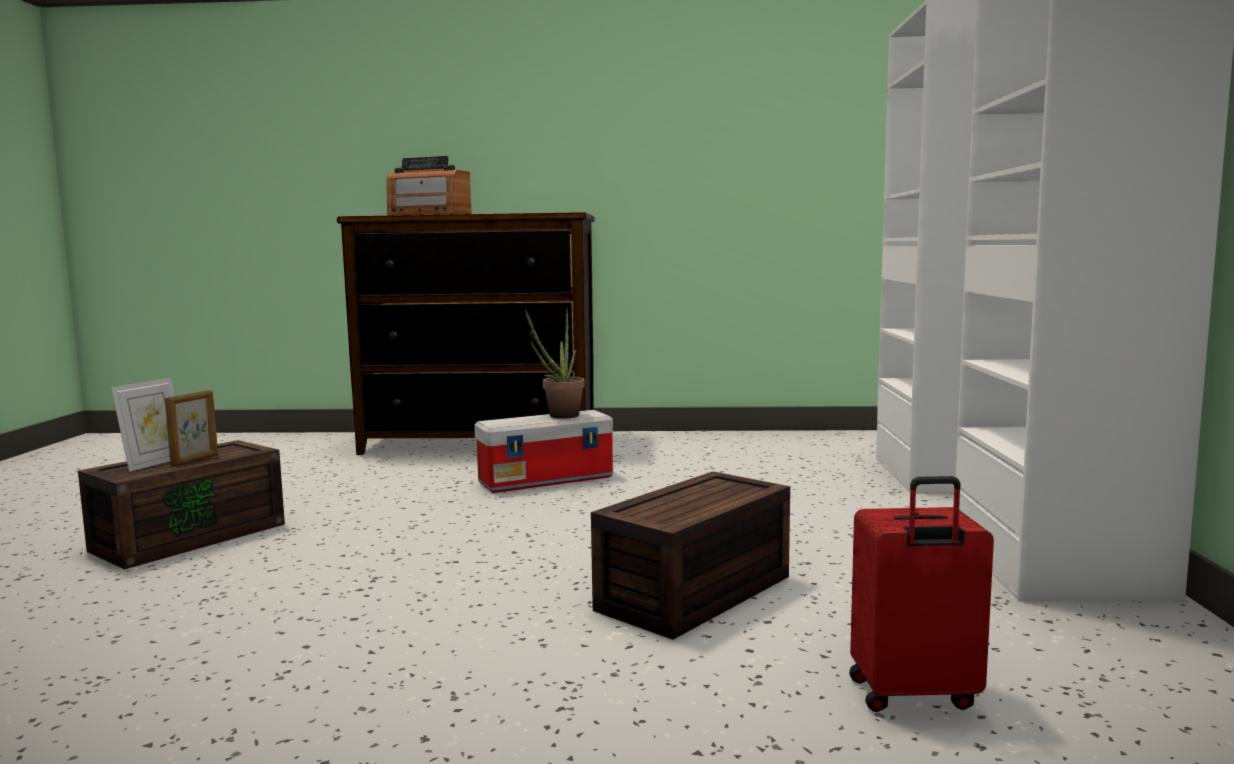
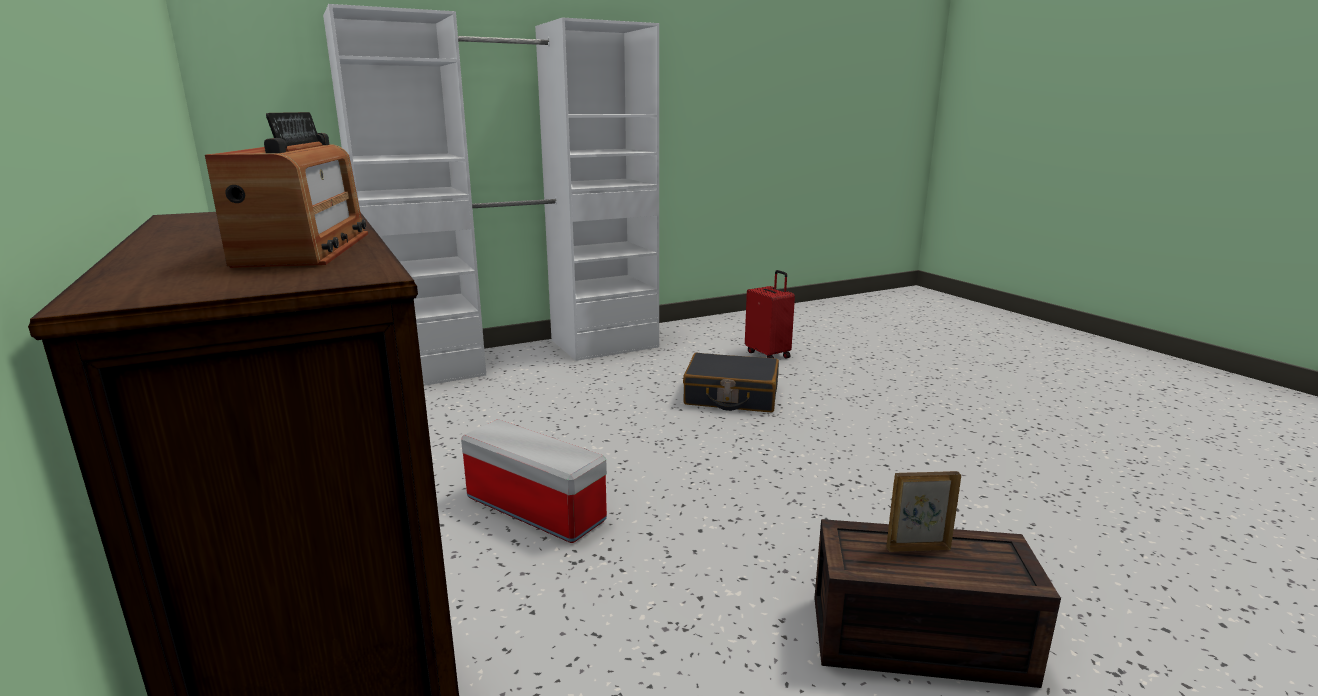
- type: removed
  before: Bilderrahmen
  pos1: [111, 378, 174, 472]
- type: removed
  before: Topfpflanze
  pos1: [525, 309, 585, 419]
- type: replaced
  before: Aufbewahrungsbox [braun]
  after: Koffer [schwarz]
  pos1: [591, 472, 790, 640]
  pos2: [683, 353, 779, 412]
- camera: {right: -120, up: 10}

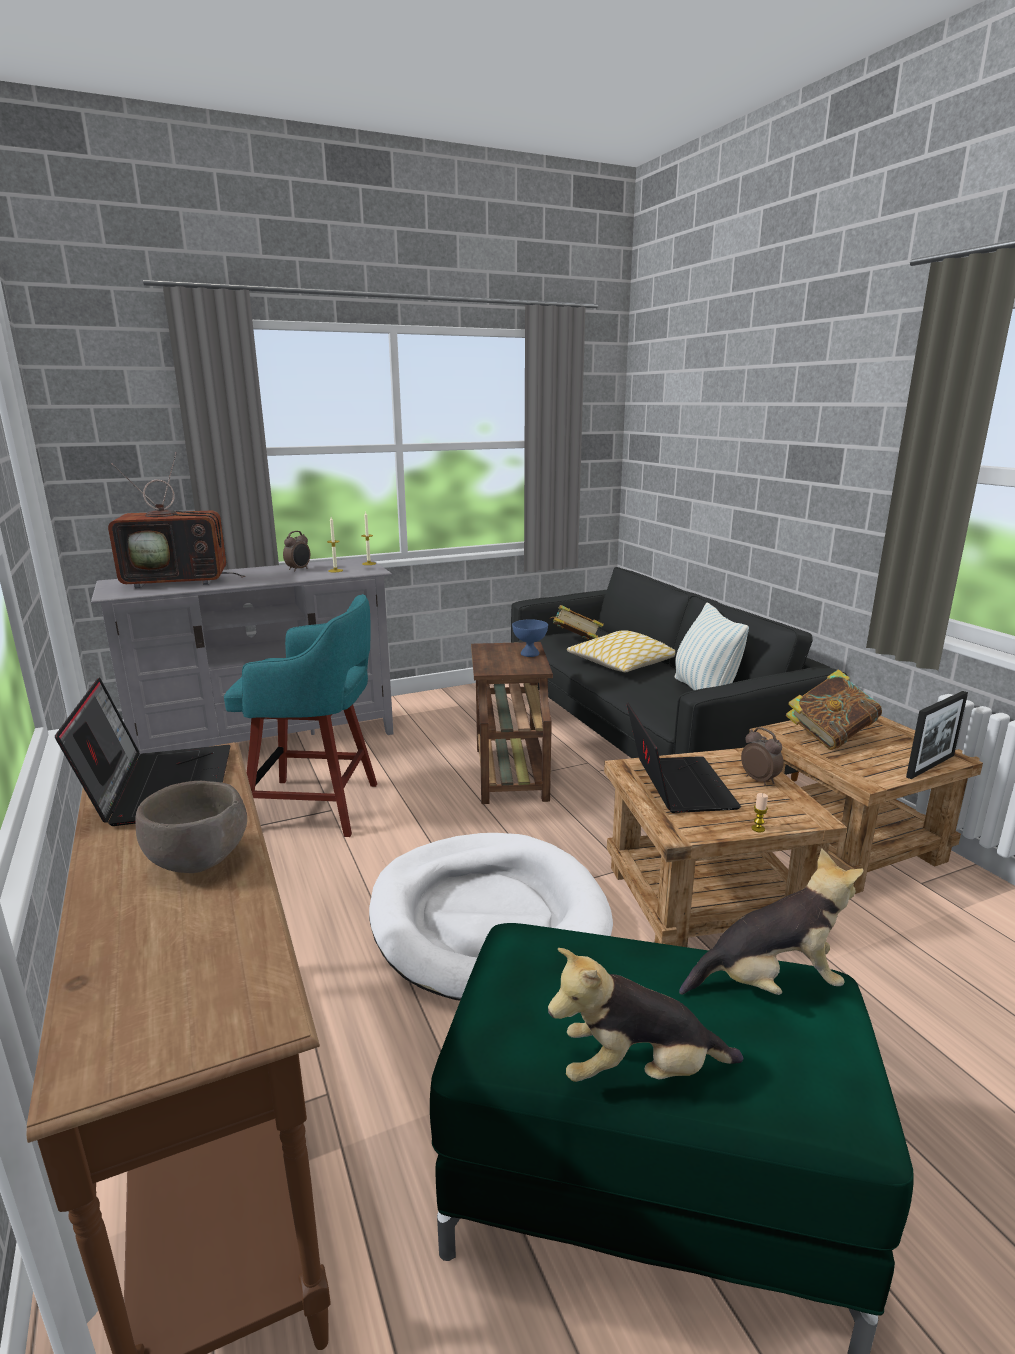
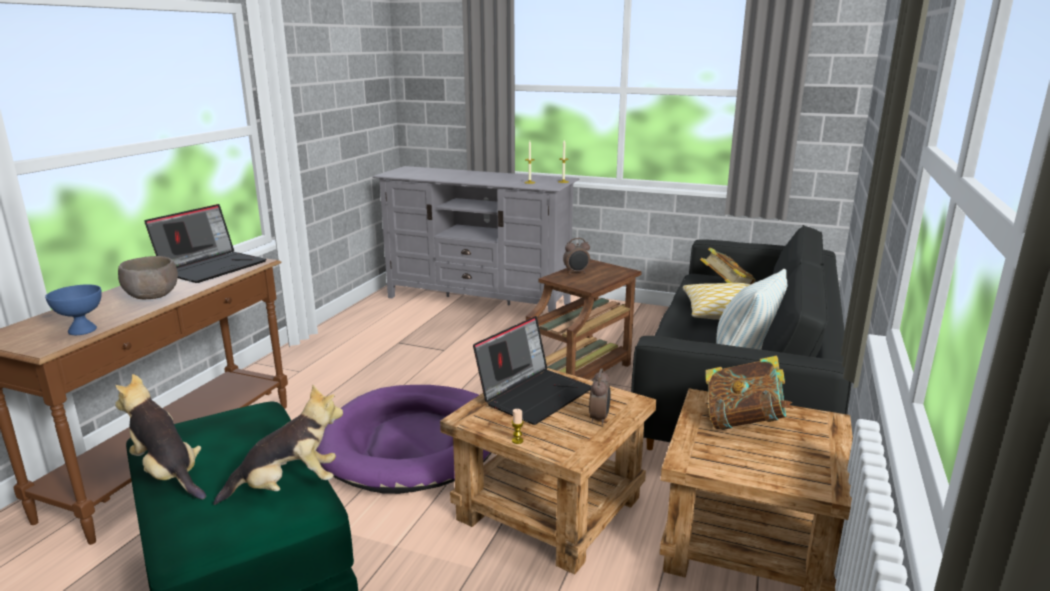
- type: removed
  before: Fernseher
  pos1: [108, 452, 245, 588]
- type: removed
  before: Hocker [türkis]
  pos1: [224, 594, 377, 837]
- type: removed
  before: Bilderrahmen
  pos1: [906, 691, 968, 779]
- type: moved
  before: Wecker
  pos1: [283, 531, 310, 571]
  pos2: [563, 238, 590, 274]
- type: moved
  before: Schüssel [blau]
  pos1: [512, 619, 548, 657]
  pos2: [45, 284, 102, 335]
- type: recoloured
  before: Hundebett [weiß]
  after: Hundebett [lila]
  pos1: [369, 833, 613, 1001]
  pos2: [316, 385, 491, 494]
- type: turned
  before: Plüschtier
  pos1: [679, 849, 863, 995]
  pos2: [213, 384, 343, 505]
  turn: -60
- camera: {right: 45, up: 0}

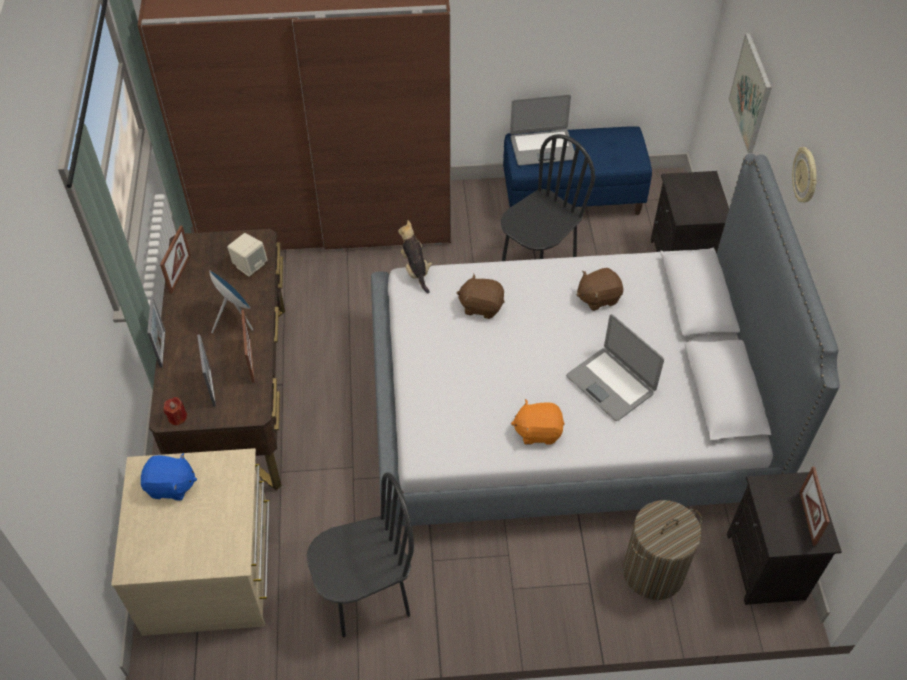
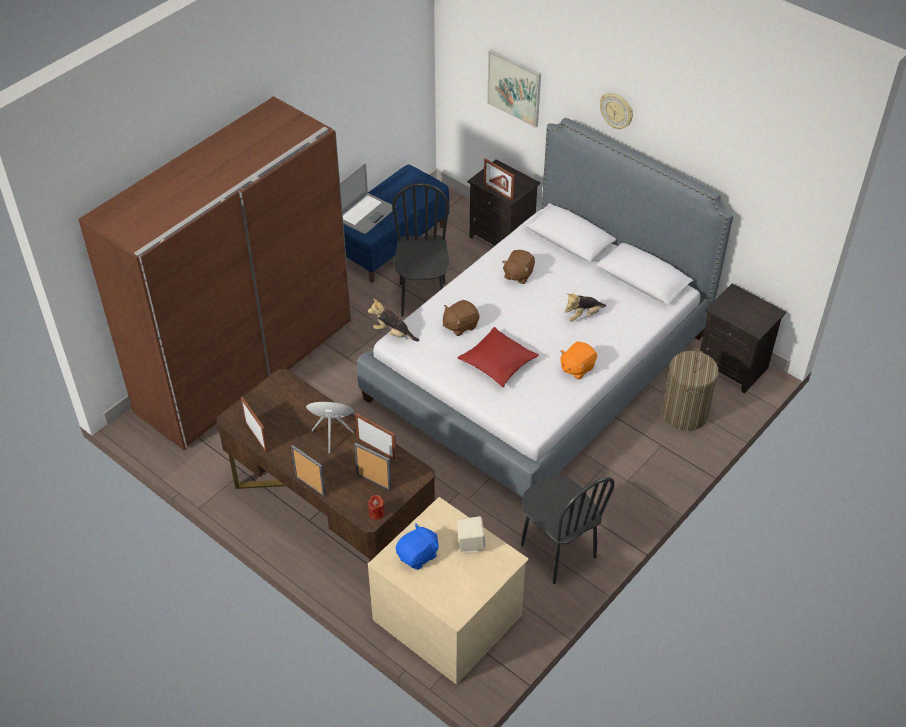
- type: added
  after: Kissen [rot]
  pos2: [458, 327, 539, 387]
- type: moved
  before: Lautsprecher [beige]
  pos1: [227, 233, 267, 277]
  pos2: [456, 516, 486, 554]
- type: moved
  before: Bilderrahmen
  pos1: [800, 466, 830, 546]
  pos2: [484, 158, 515, 201]
- type: replaced
  before: Laptop
  after: Plüschtier
  pos1: [566, 314, 664, 421]
  pos2: [565, 293, 606, 322]
- type: turned
  before: Stuhl [schwarz]
  pos1: [306, 472, 414, 638]
  pos2: [521, 475, 615, 584]
  turn: 120
- camera: {right: -45, up: -5}

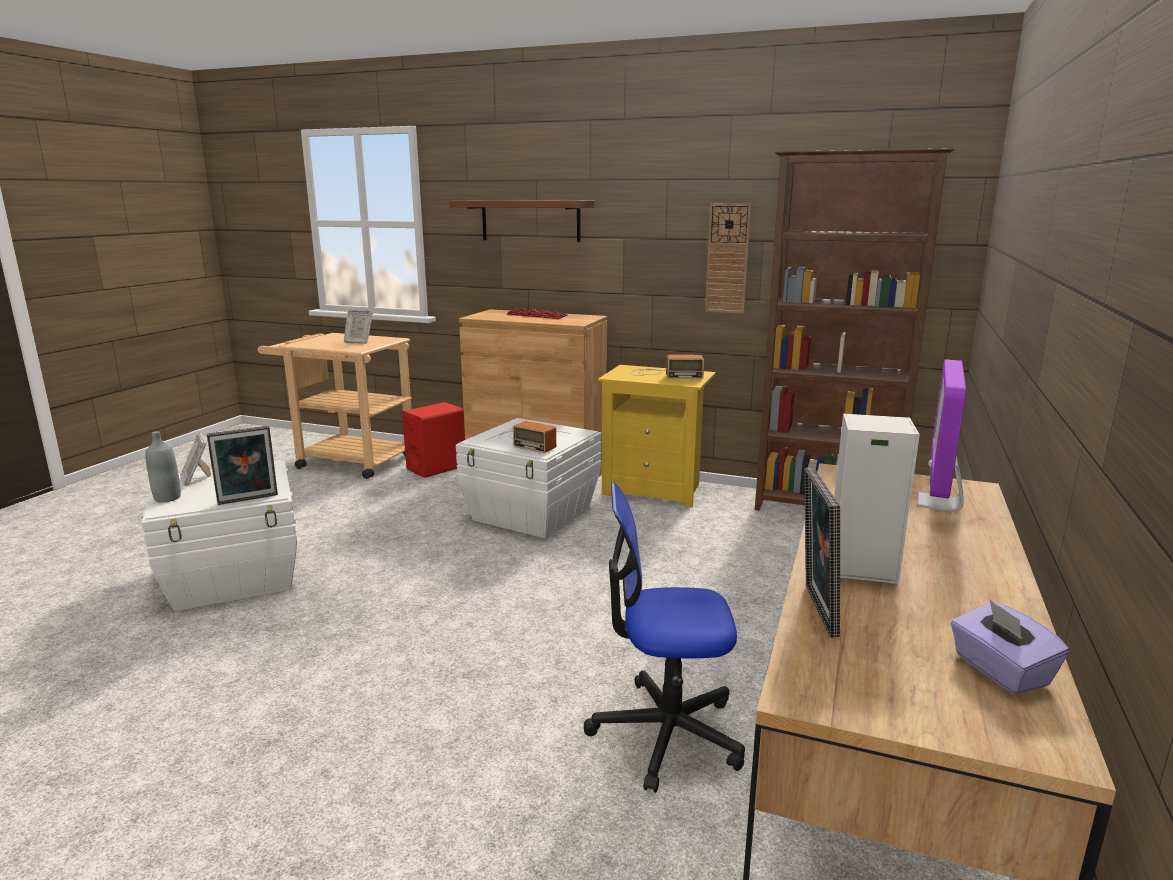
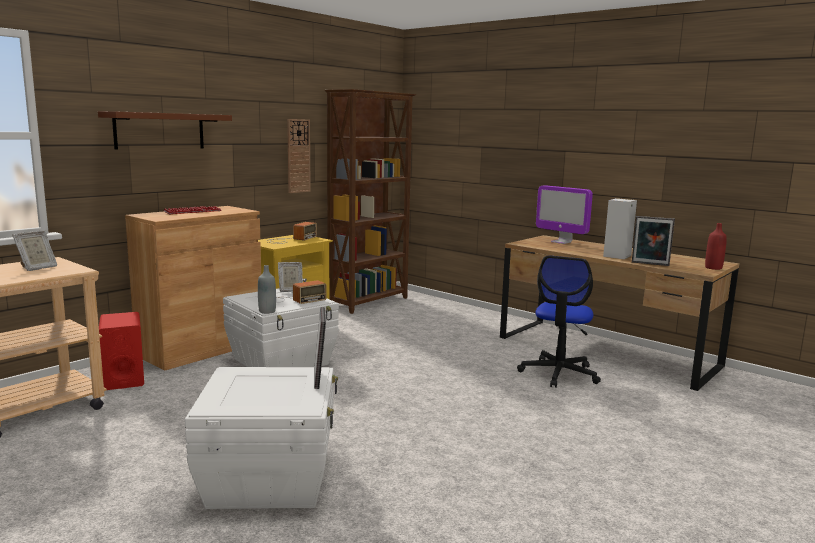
- type: removed
  before: Taschentuchbox [lila]
  pos1: [950, 599, 1069, 694]
- type: added
  after: Flasche [rot]
  pos2: [705, 223, 727, 270]
- type: moved
  before: Flasche [grau]
  pos1: [145, 431, 181, 503]
  pos2: [258, 265, 276, 314]
- type: moved
  before: Bilderrahmen
  pos1: [180, 433, 211, 486]
  pos2: [278, 262, 303, 292]
- camera: {right: -70, up: -5}

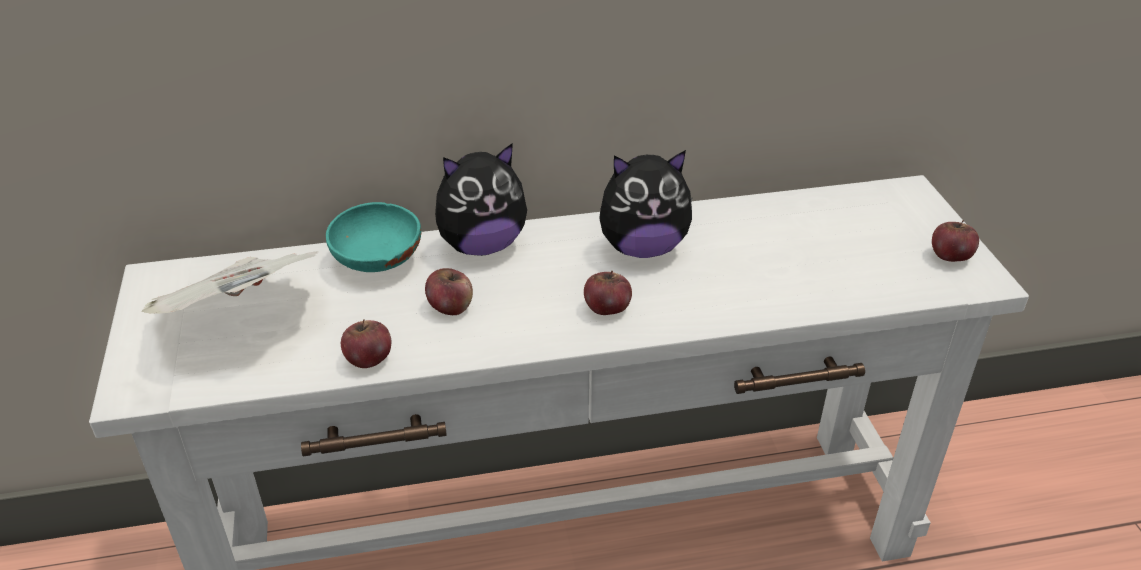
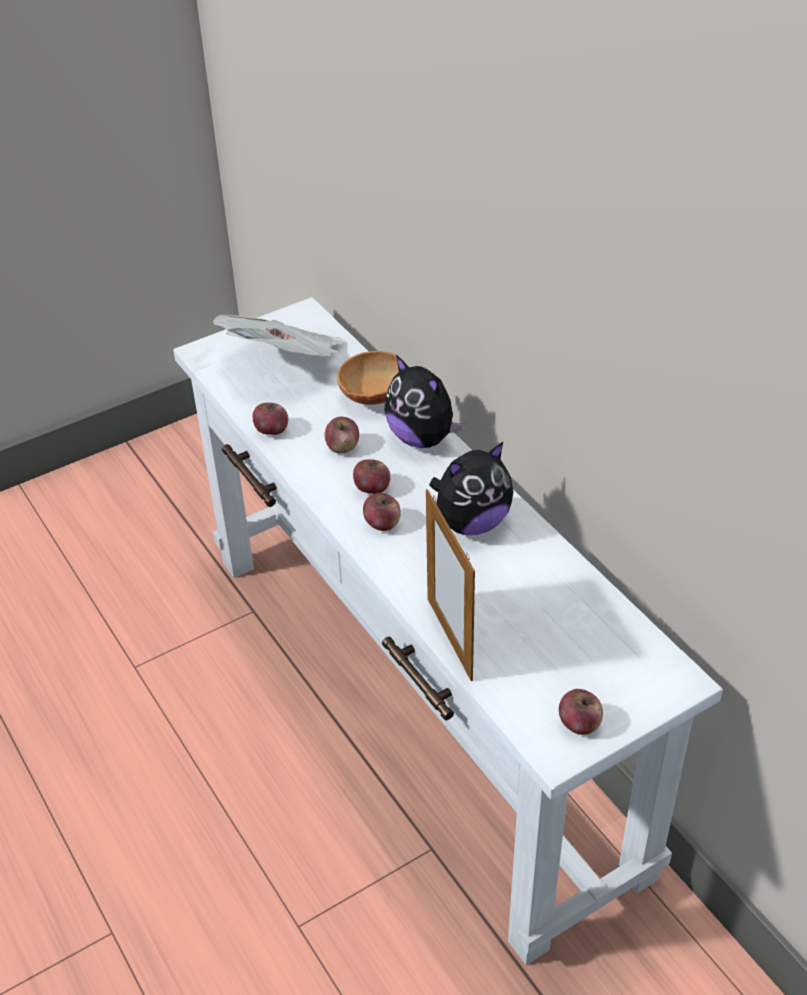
- type: added
  after: Apfel
  pos2: [353, 459, 391, 494]
- type: added
  after: Bilderrahmen
  pos2: [426, 489, 475, 681]
- type: recoloured
  before: Schüssel [türkis]
  after: Schüssel [braun]
  pos1: [326, 202, 421, 272]
  pos2: [337, 351, 399, 405]
- type: turned
  before: Plüschtier
  pos1: [599, 150, 693, 258]
  pos2: [429, 442, 513, 535]
  turn: -90
- camera: {right: 70, up: 5}

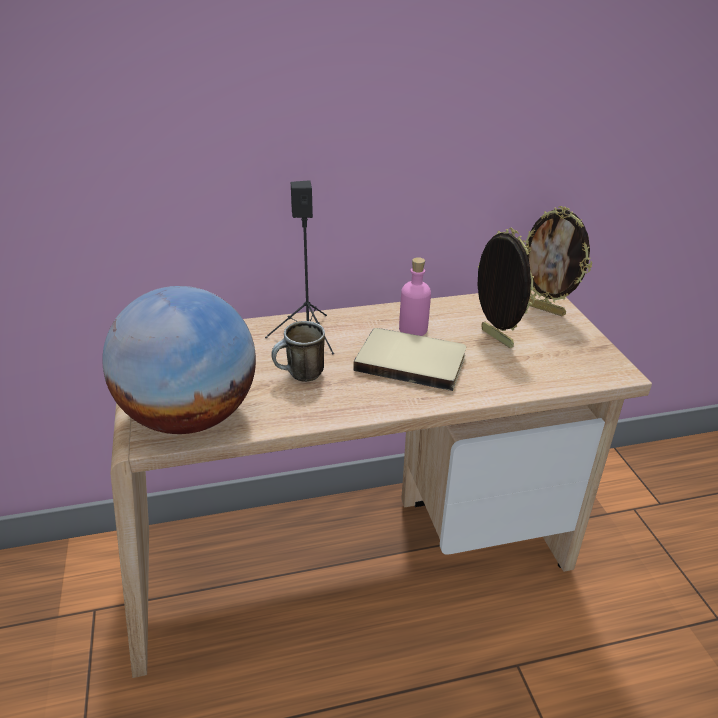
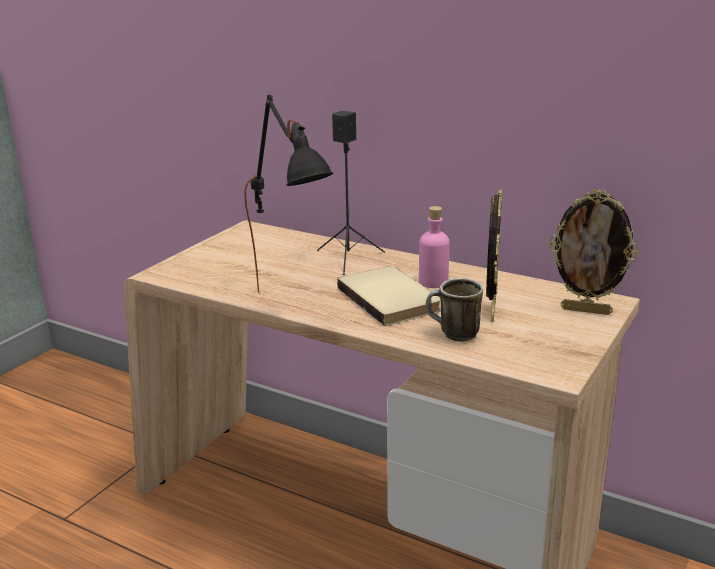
- type: removed
  before: Globus
  pos1: [102, 286, 256, 434]
- type: added
  after: Tischlampe [schwarz]
  pos2: [244, 95, 333, 293]
- type: moved
  before: Henkelbecher
  pos1: [271, 321, 325, 382]
  pos2: [426, 278, 483, 342]
- type: turned
  before: Bilderrahmen
  pos1: [523, 206, 592, 316]
  pos2: [549, 190, 638, 315]
  turn: -60
- camera: {right: 45, up: -10}

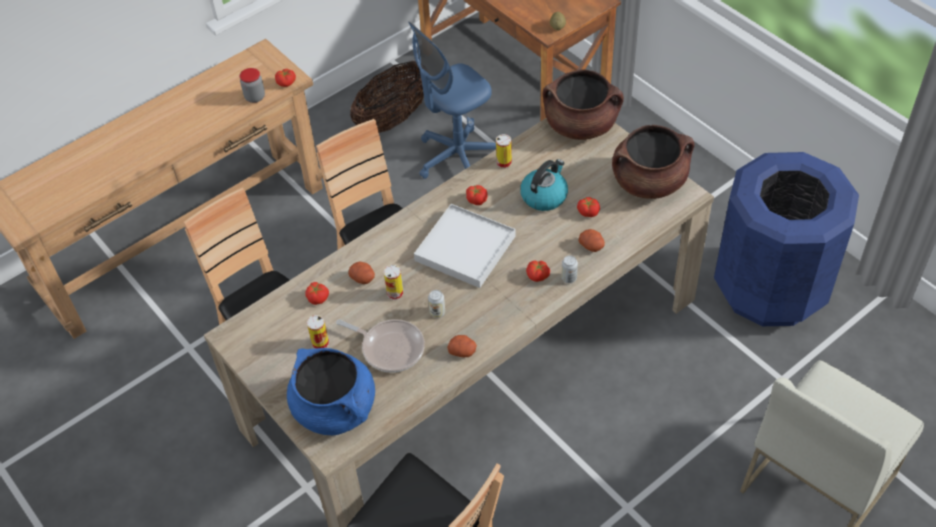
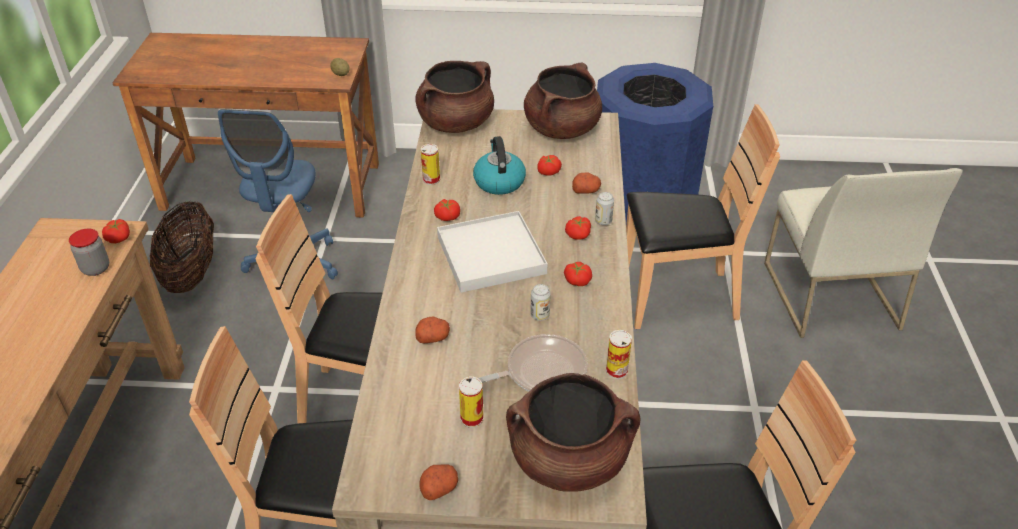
- type: added
  after: Stuhl [braun]
  pos2: [626, 104, 780, 329]
- type: moved
  before: Tomate
  pos1: [305, 282, 329, 305]
  pos2: [564, 262, 592, 286]
- type: moved
  before: Dose
  pos1: [384, 265, 404, 300]
  pos2: [606, 330, 632, 379]
- type: moved
  before: Kartoffel
  pos1: [447, 335, 477, 357]
  pos2: [419, 464, 458, 500]
- type: recoloured
  before: Kochtopf [blau]
  after: Kochtopf [braun]
  pos1: [287, 348, 375, 435]
  pos2: [506, 373, 641, 492]
- camera: {right: -50, up: -10}

